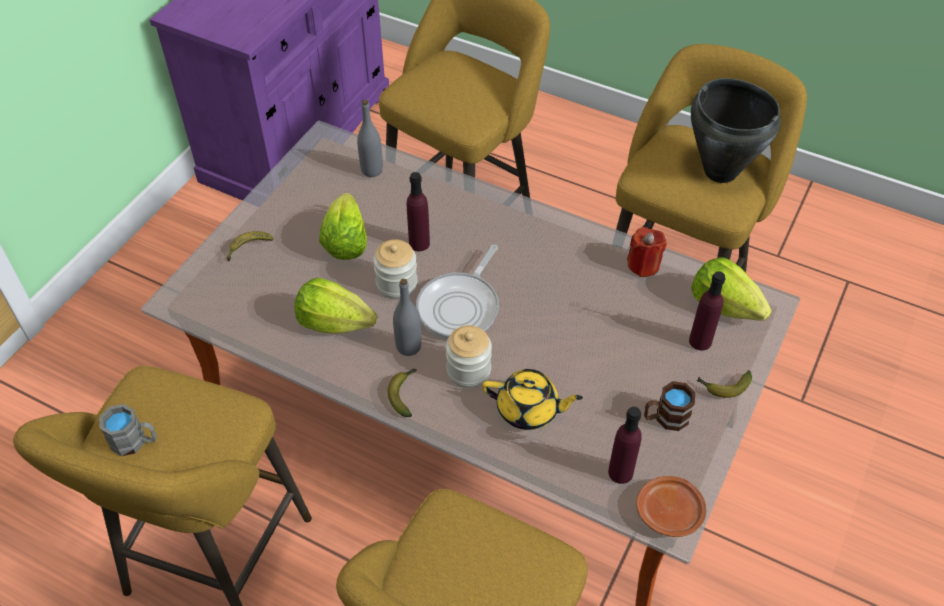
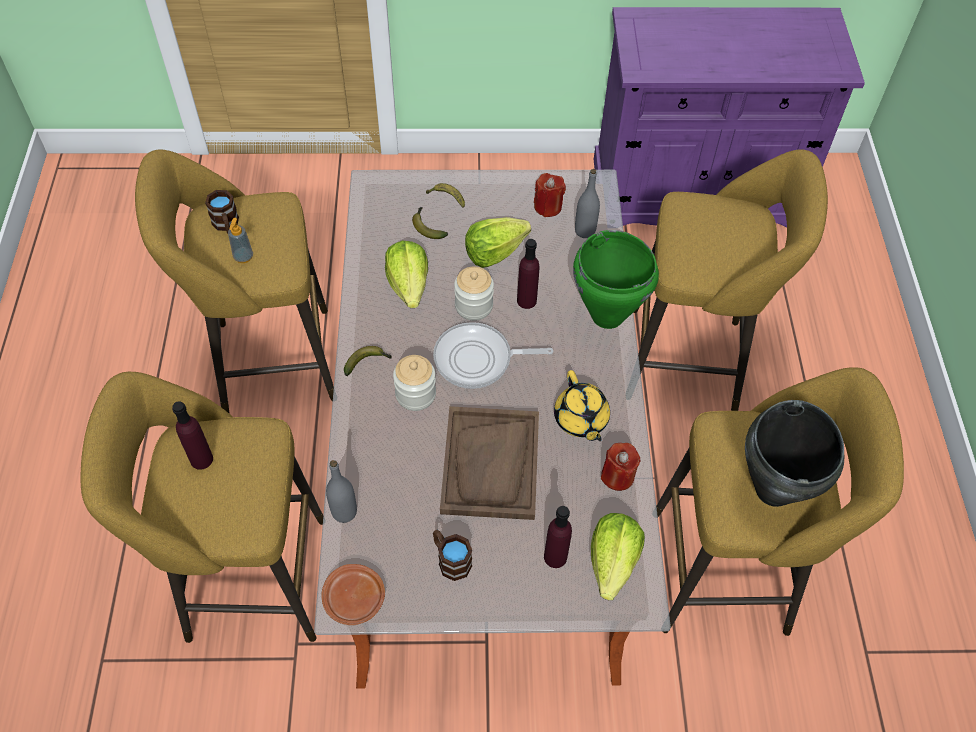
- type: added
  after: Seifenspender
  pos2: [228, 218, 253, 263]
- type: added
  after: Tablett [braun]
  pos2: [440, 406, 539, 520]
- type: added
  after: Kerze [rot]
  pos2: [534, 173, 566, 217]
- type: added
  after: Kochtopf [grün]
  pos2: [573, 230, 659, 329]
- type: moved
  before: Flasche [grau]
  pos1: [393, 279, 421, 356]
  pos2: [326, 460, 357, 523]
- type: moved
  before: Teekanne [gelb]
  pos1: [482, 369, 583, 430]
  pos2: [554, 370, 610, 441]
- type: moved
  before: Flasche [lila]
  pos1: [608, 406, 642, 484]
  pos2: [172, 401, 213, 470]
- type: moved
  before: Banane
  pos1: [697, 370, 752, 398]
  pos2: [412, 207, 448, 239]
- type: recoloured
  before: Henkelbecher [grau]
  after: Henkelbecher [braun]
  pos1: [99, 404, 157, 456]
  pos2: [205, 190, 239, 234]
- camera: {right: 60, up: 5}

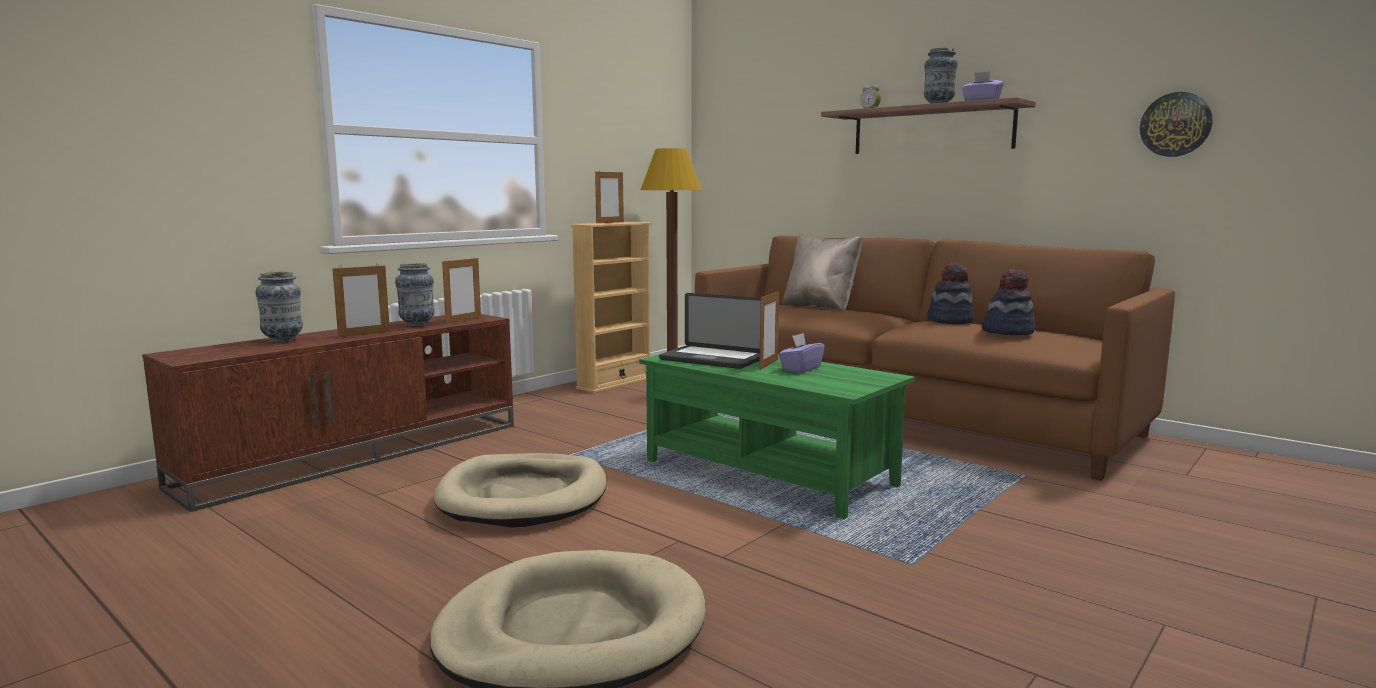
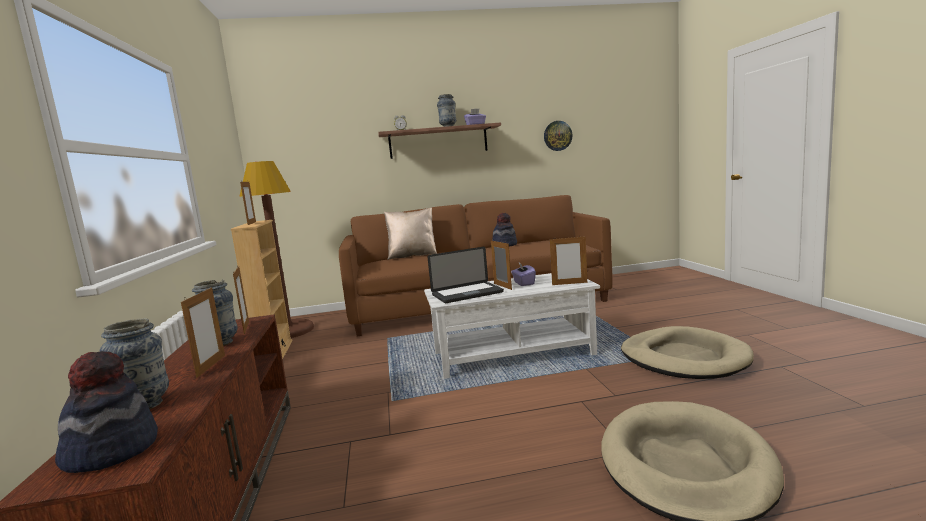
- type: added
  after: Bilderrahmen
  pos2: [550, 235, 587, 285]
- type: moved
  before: Hundebett [beige]
  pos1: [434, 453, 607, 528]
  pos2: [621, 326, 754, 379]
- type: moved
  before: Hut
  pos1: [982, 269, 1035, 335]
  pos2: [55, 351, 158, 473]
- type: recoloured
  before: Couchtisch [grün]
  after: Couchtisch [weiß]
  pos1: [639, 355, 915, 519]
  pos2: [424, 273, 600, 379]
- camera: {right: -50, up: 0}

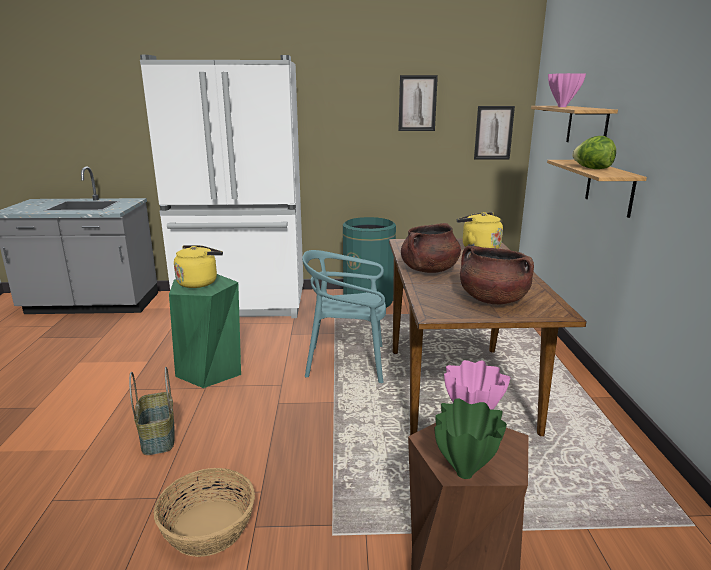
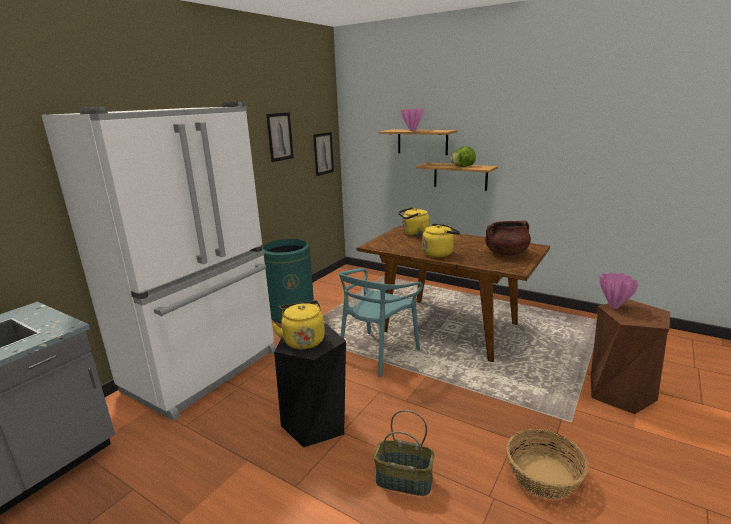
- type: removed
  before: Vase [grün]
  pos1: [434, 399, 507, 479]
- type: replaced
  before: Kochtopf [braun]
  after: Wasserkessel [gelb]
  pos1: [401, 223, 461, 273]
  pos2: [422, 223, 460, 257]
- type: recoloured
  before: Hocker [grün]
  after: Hocker [schwarz]
  pos1: [169, 274, 241, 388]
  pos2: [274, 324, 346, 448]
- camera: {right: -55, up: 0}

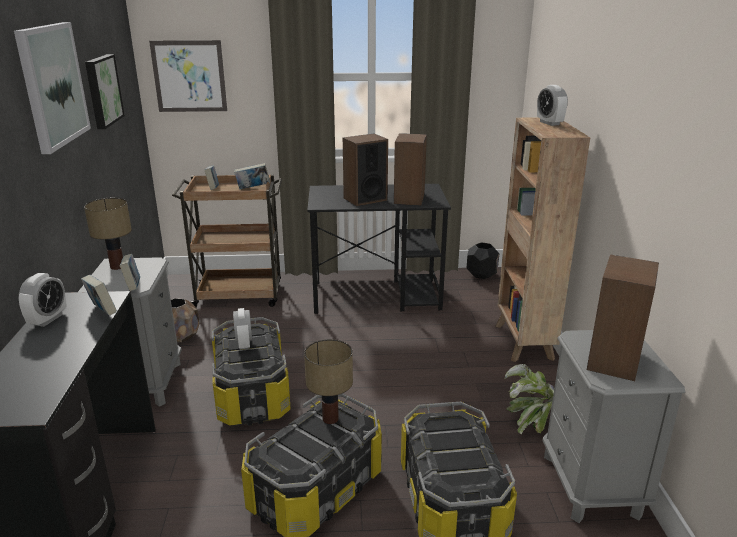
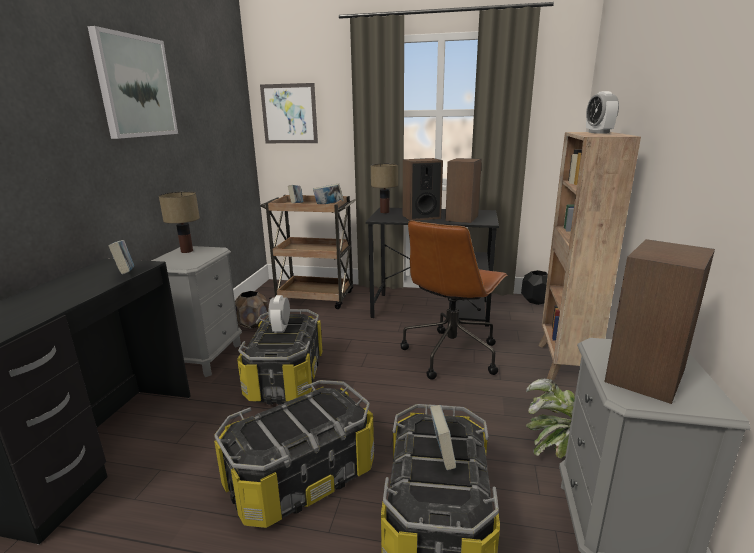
- type: removed
  before: Wecker
  pos1: [19, 273, 67, 327]
- type: removed
  before: Bild
  pos1: [85, 54, 125, 129]
- type: added
  after: Bürostuhl [braun]
  pos2: [401, 220, 508, 380]
- type: moved
  before: Buch
  pos1: [119, 254, 140, 291]
  pos2: [430, 405, 456, 470]
- type: moved
  before: Tischlampe
  pos1: [304, 339, 353, 424]
  pos2: [371, 163, 398, 213]
- camera: {right: 15, up: -5}

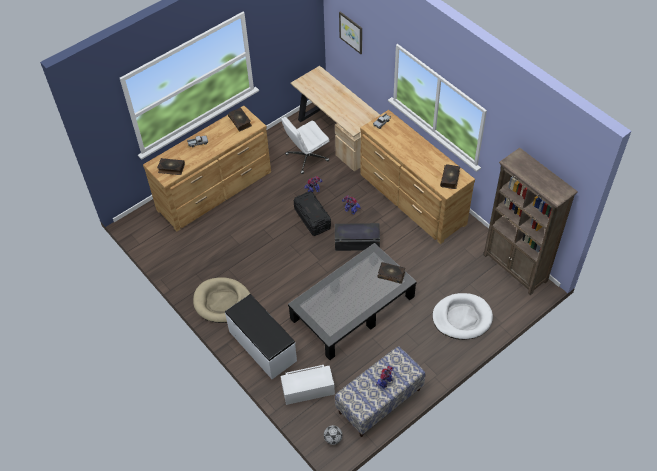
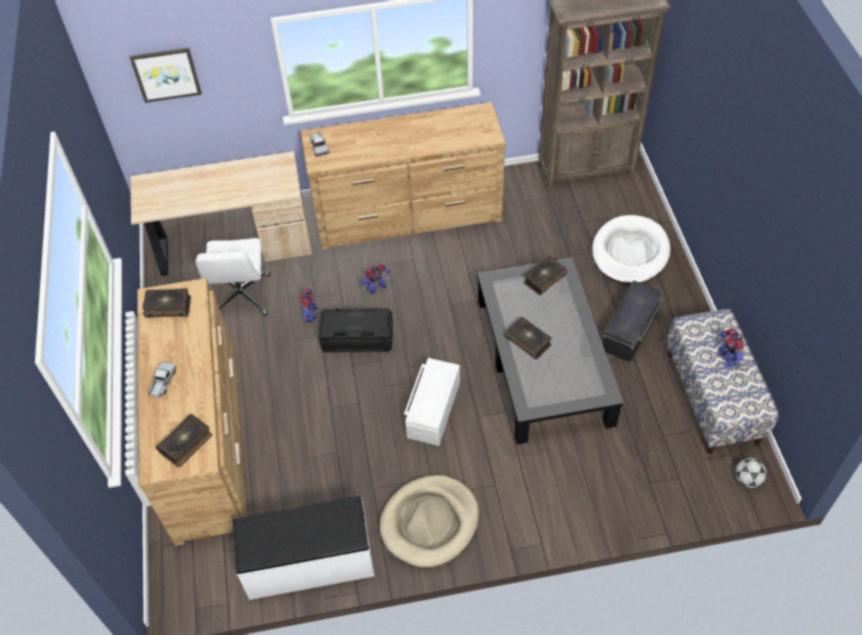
- type: moved
  before: Bank [weiß]
  pos1: [225, 294, 297, 379]
  pos2: [232, 496, 374, 600]
- type: moved
  before: Aufbewahrungsbox [weiß]
  pos1: [281, 365, 335, 405]
  pos2: [404, 358, 460, 446]
- type: moved
  before: Aufbewahrungsbox [schwarz]
  pos1: [335, 223, 380, 251]
  pos2: [602, 280, 663, 363]
- type: moved
  before: Buch
  pos1: [440, 164, 460, 189]
  pos2: [505, 317, 552, 360]
- camera: {right: -60, up: 0}

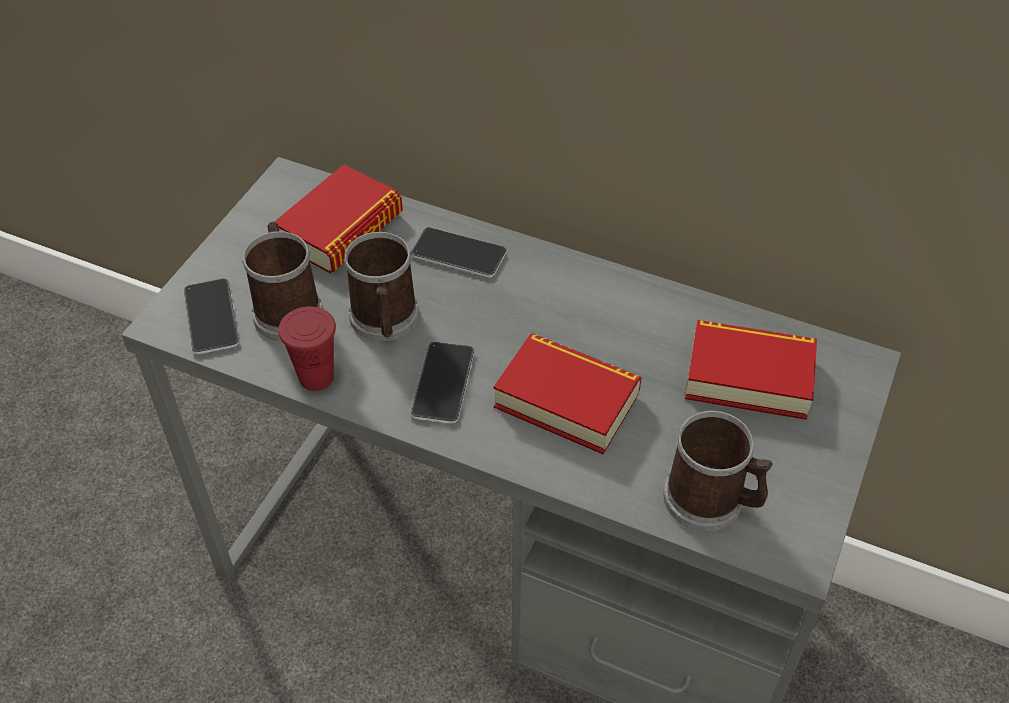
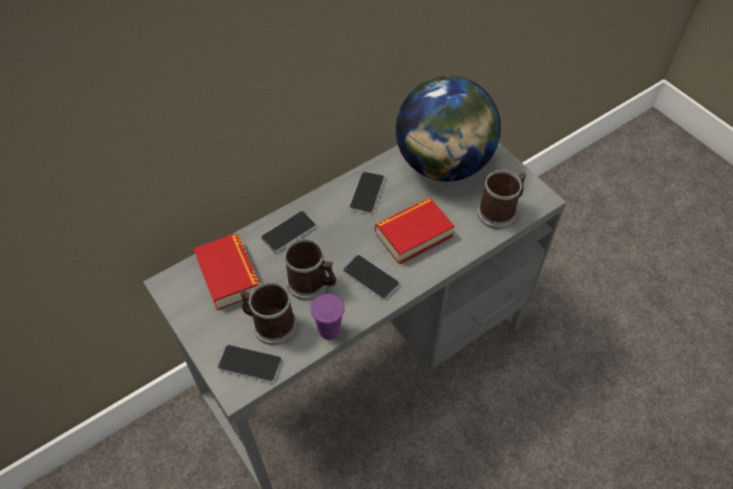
- type: added
  after: Handy
  pos2: [349, 172, 385, 214]
- type: replaced
  before: Buch
  after: Globus
  pos1: [685, 320, 817, 420]
  pos2: [396, 76, 501, 182]
- type: recoloured
  before: Tasse [rot]
  after: Tasse [lila]
  pos1: [278, 306, 336, 391]
  pos2: [311, 294, 345, 340]
- camera: {right: -60, up: 5}

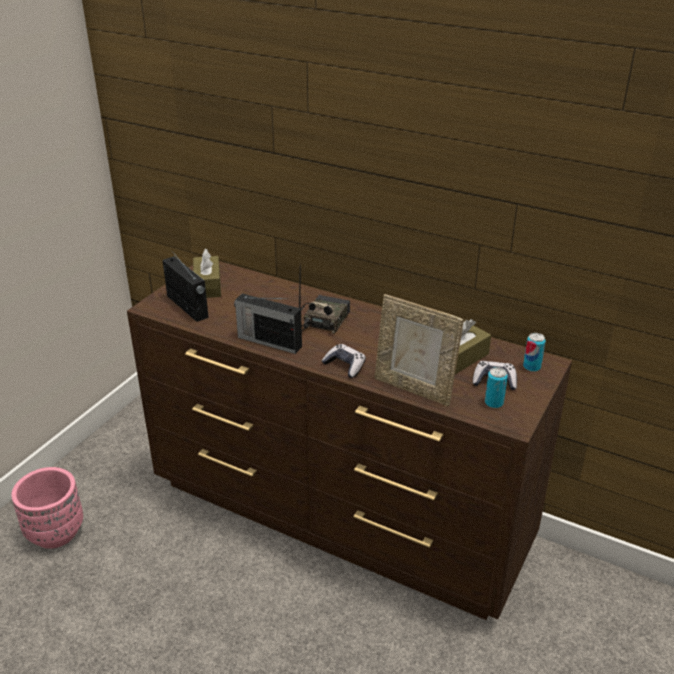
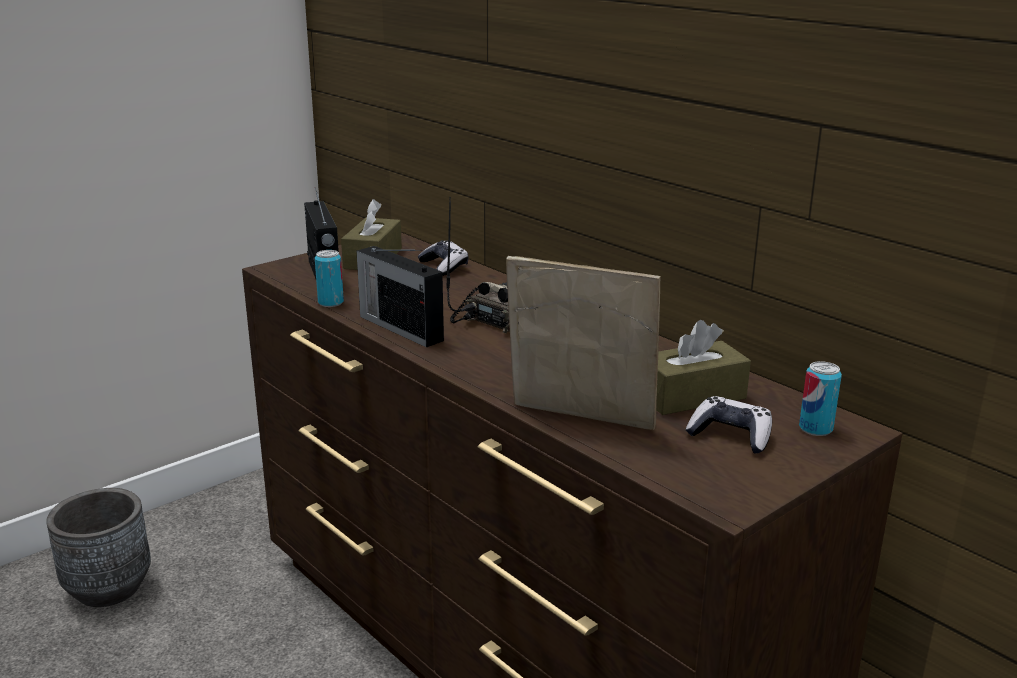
- type: moved
  before: Gamepad
  pos1: [322, 344, 366, 378]
  pos2: [418, 240, 469, 276]
- type: moved
  before: Dose
  pos1: [485, 367, 508, 408]
  pos2: [315, 250, 344, 307]
- type: recoloured
  before: Pflanzkübel [rosa]
  after: Pflanzkübel [grau]
  pos1: [11, 467, 83, 549]
  pos2: [46, 488, 151, 607]
- type: turned
  before: Bilderrahmen
  pos1: [374, 294, 464, 406]
  pos2: [506, 256, 661, 430]
  turn: 150
- camera: {right: 20, up: -10}

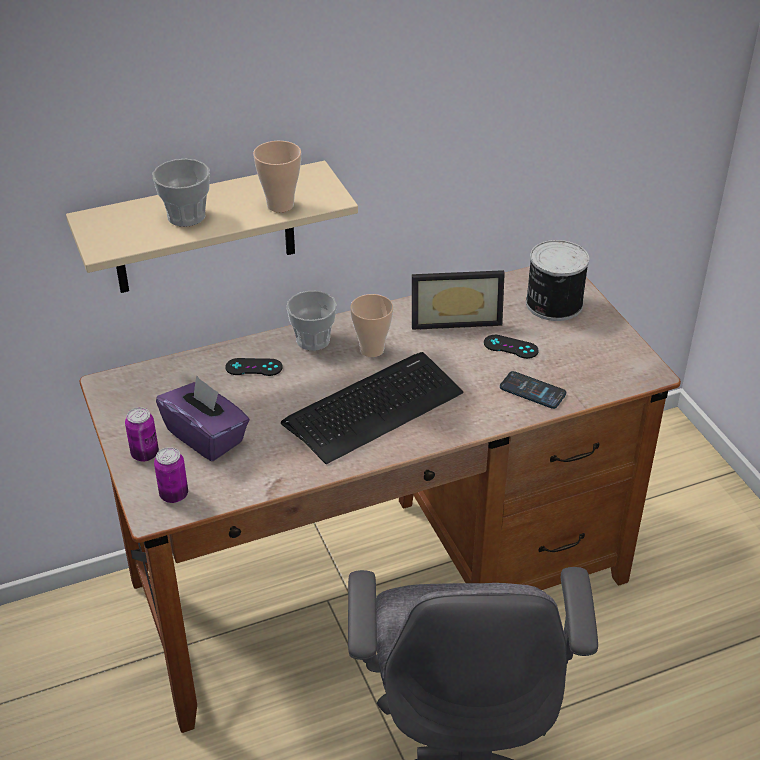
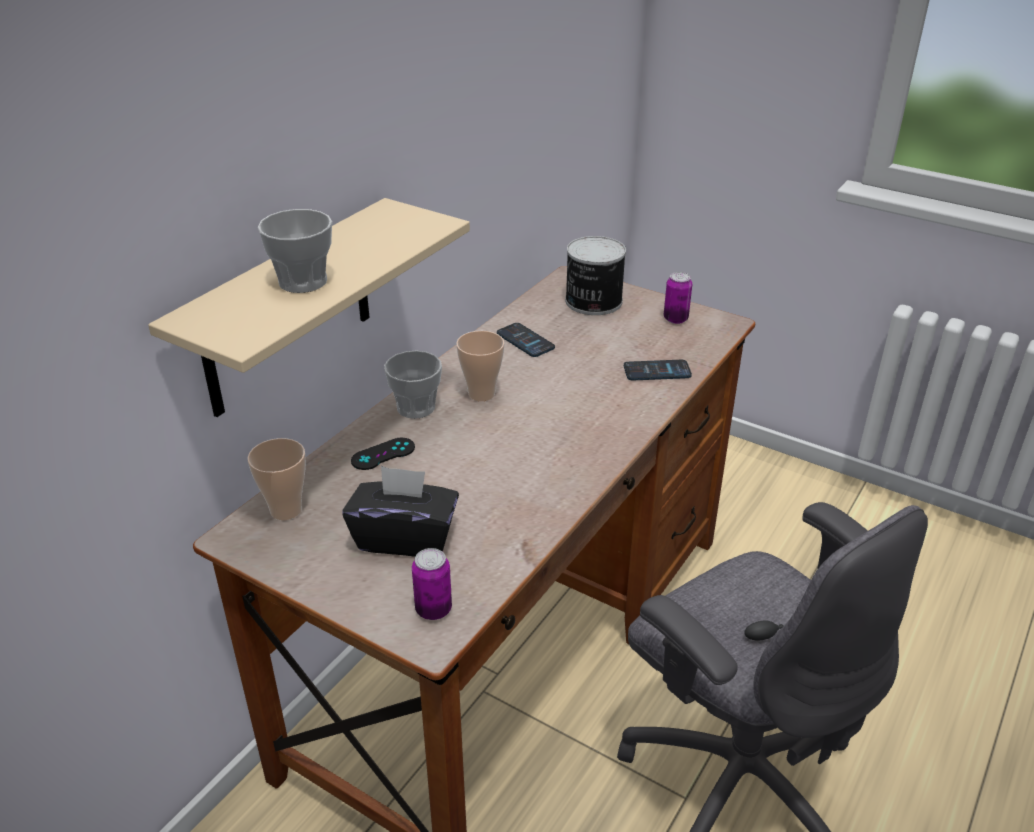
- type: removed
  before: Tastatur
  pos1: [281, 352, 463, 464]
- type: removed
  before: Gamepad [schwarz]
  pos1: [484, 335, 539, 359]
- type: moved
  before: Dose
  pos1: [125, 407, 159, 462]
  pos2: [664, 272, 692, 324]
- type: moved
  before: Tasse
  pos1: [253, 141, 301, 212]
  pos2: [248, 438, 306, 520]
- type: replaced
  before: Bilderrahmen
  after: Handy
  pos1: [412, 270, 505, 330]
  pos2: [497, 323, 555, 357]
- type: recoloured
  before: Taschentuchbox [lila]
  after: Taschentuchbox [schwarz]
  pos1: [156, 375, 250, 461]
  pos2: [342, 466, 459, 557]
- camera: {right: -35, up: -5}

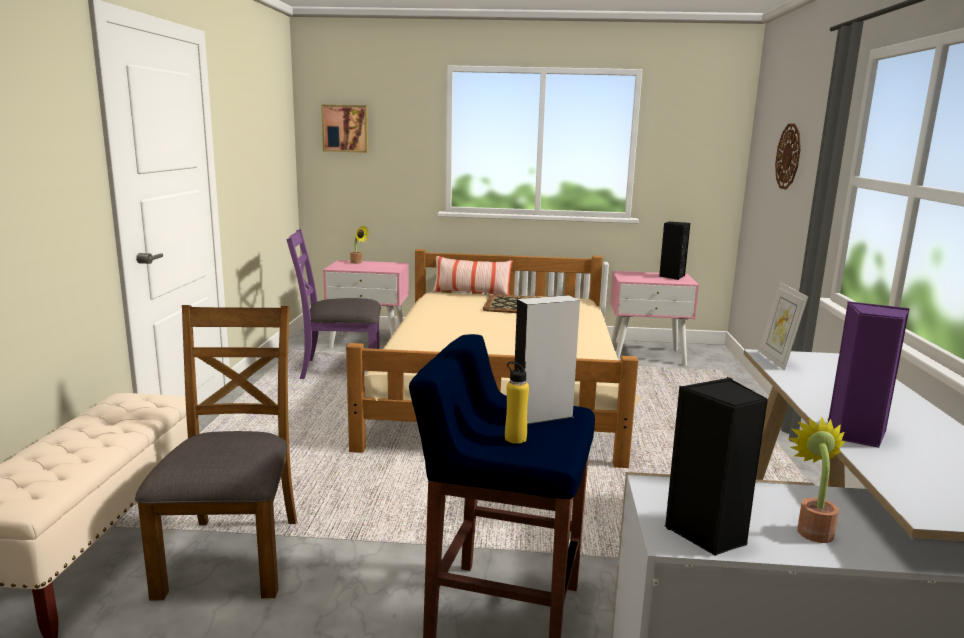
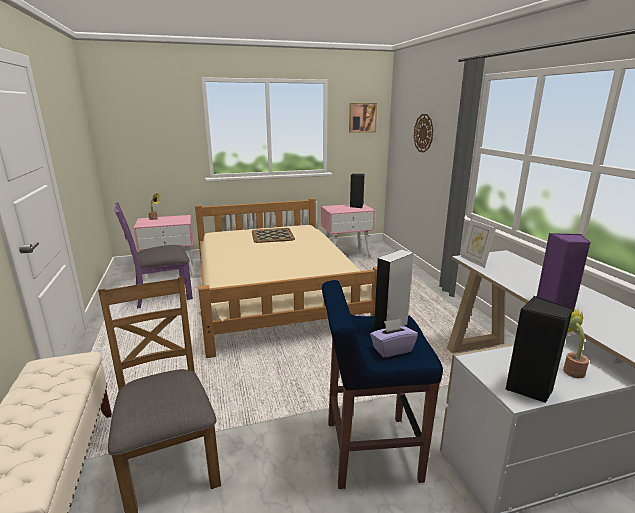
- type: removed
  before: Kissen
  pos1: [432, 256, 513, 295]
- type: moved
  before: Bild
  pos1: [321, 105, 368, 153]
  pos2: [349, 103, 377, 133]
- type: replaced
  before: Flasche [gelb]
  after: Taschentuchbox [lila]
  pos1: [505, 361, 529, 444]
  pos2: [370, 318, 418, 357]
- camera: {right: -20, up: 5}

